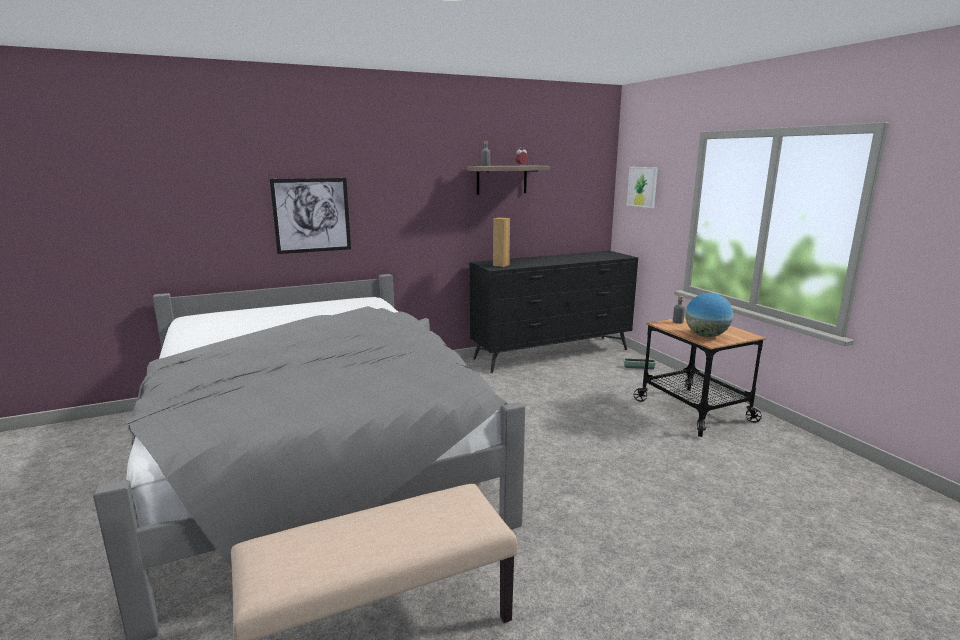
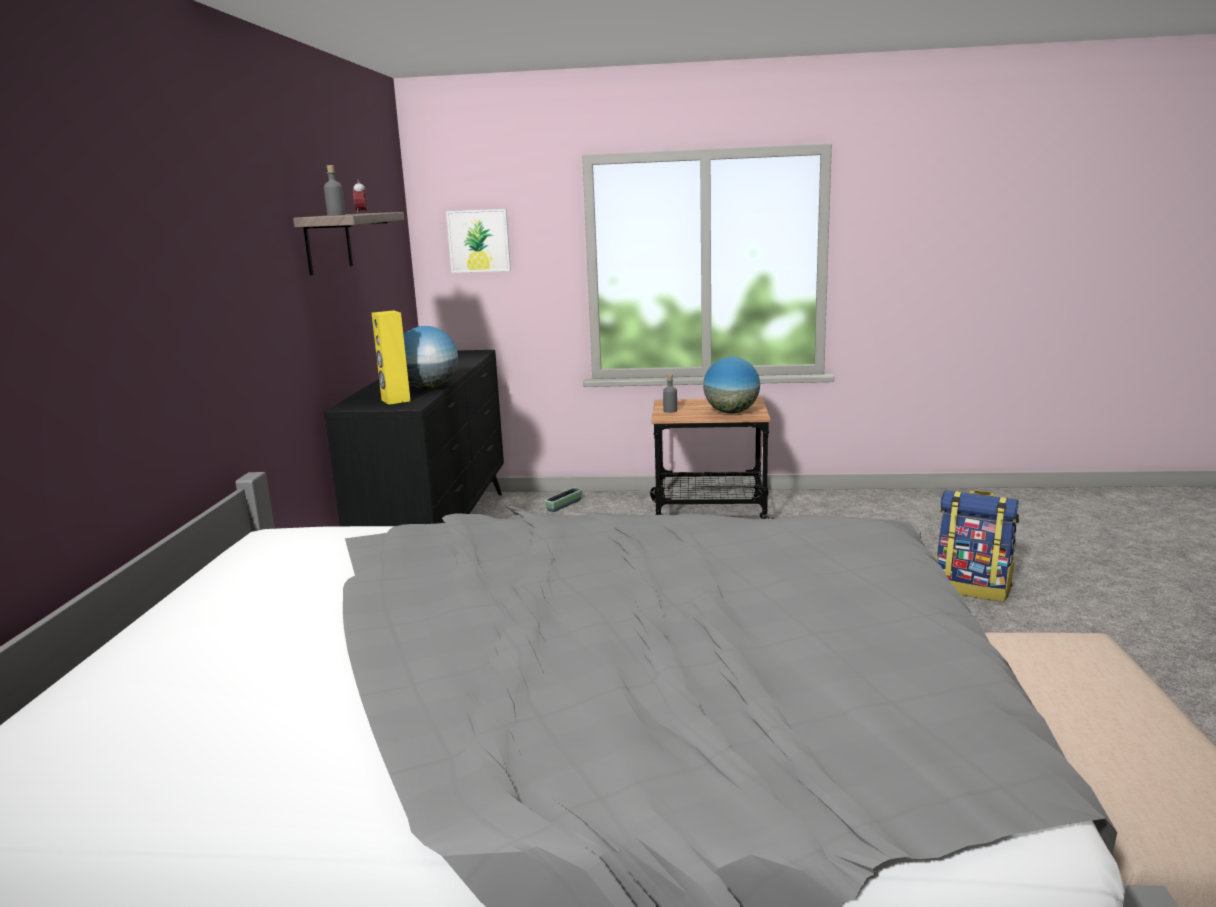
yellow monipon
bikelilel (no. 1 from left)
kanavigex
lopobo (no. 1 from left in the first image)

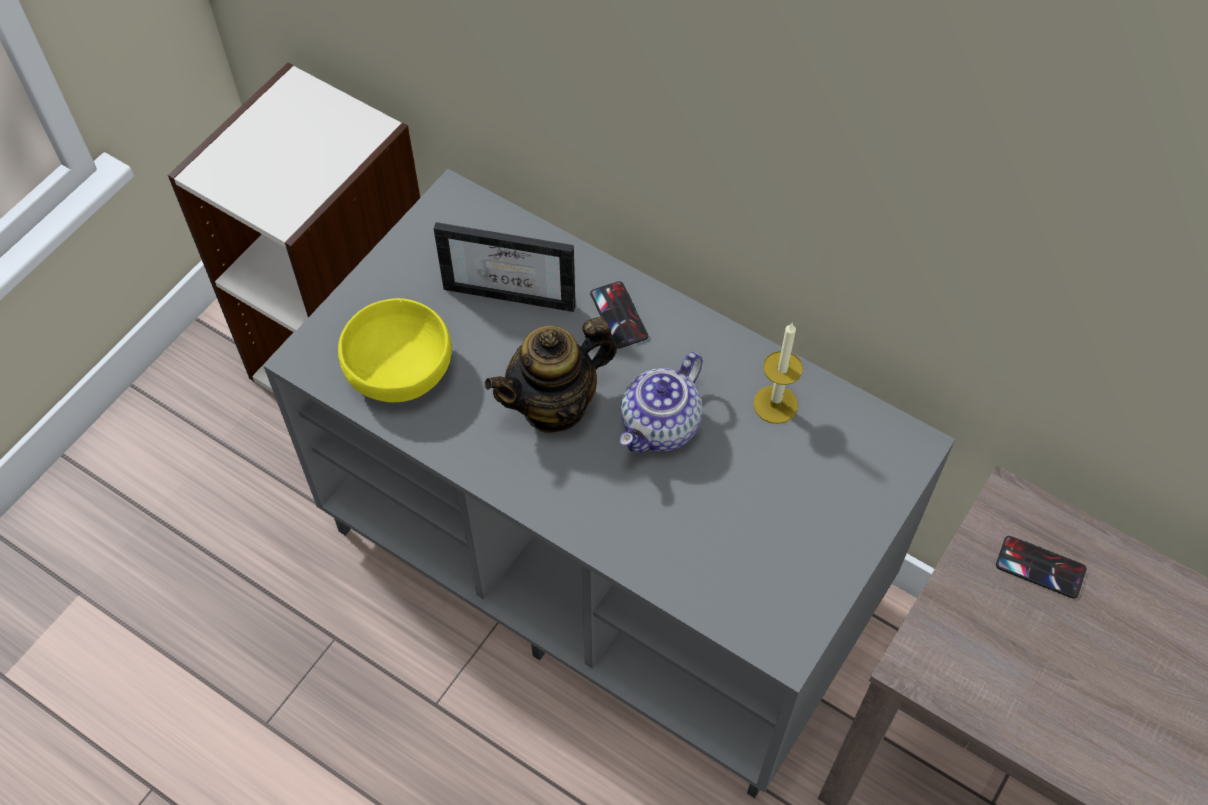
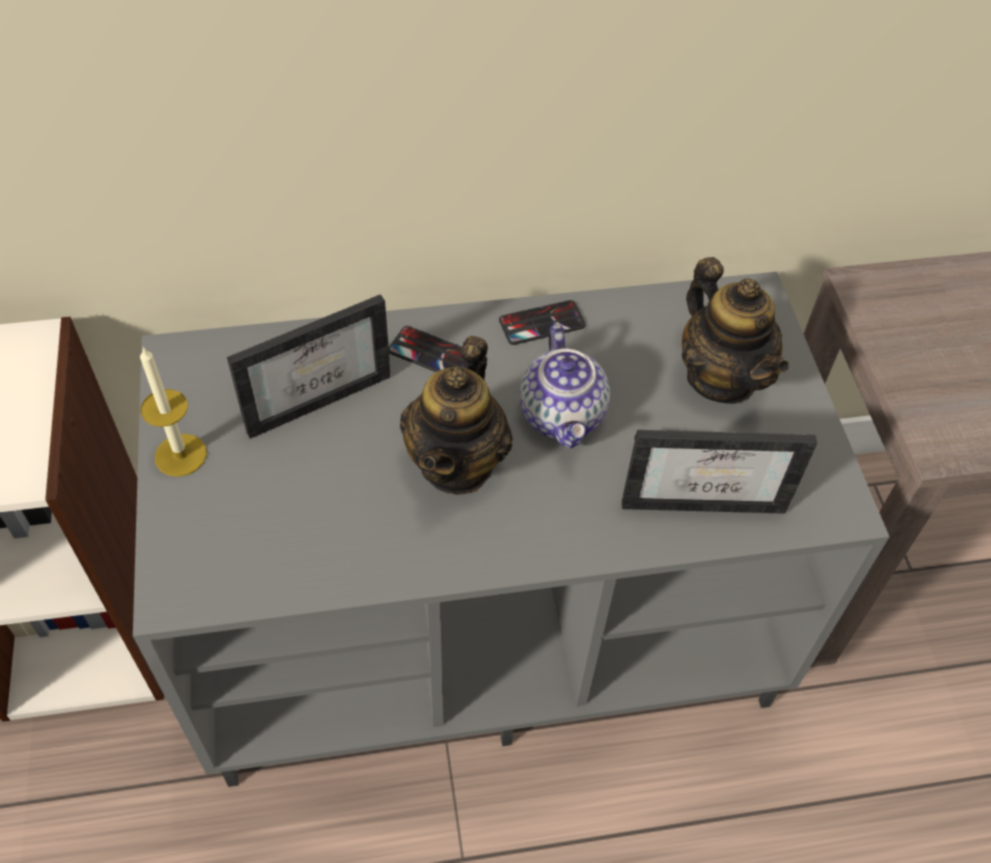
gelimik
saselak (no. 2 from left)
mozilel (no. 2 from left)
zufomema (no. 3 from left)
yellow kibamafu

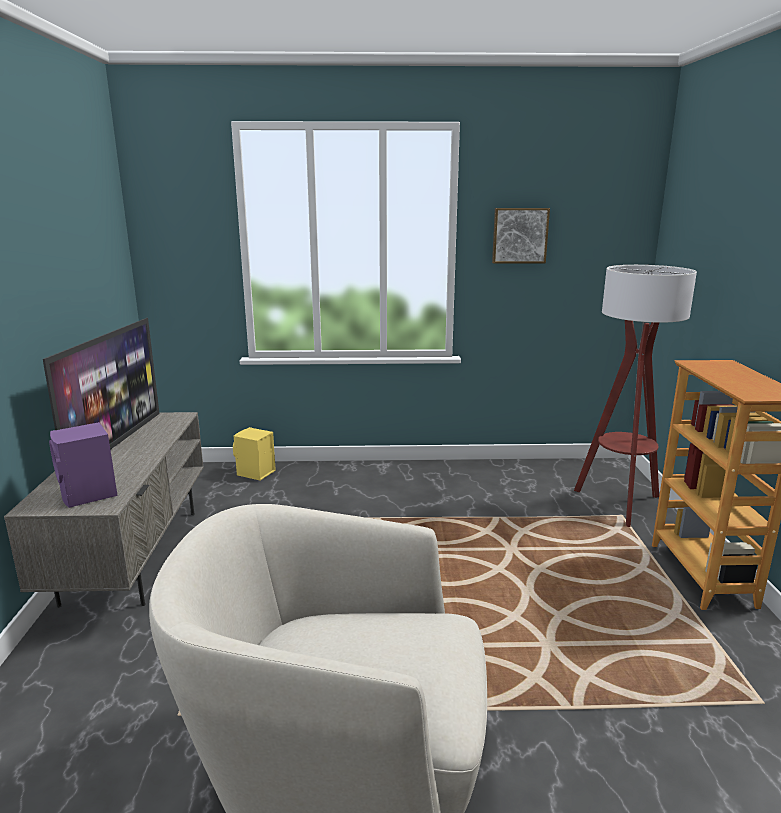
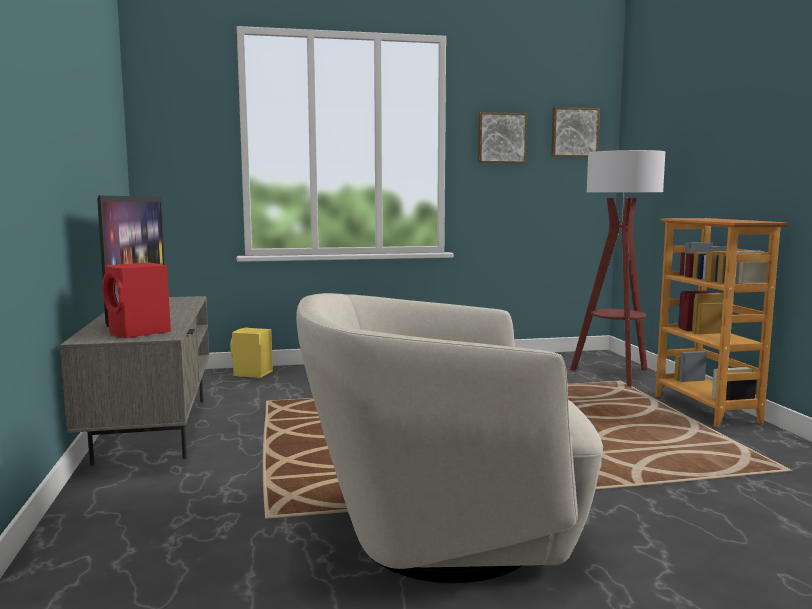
red monipon
lopobo (no. 2 from left)

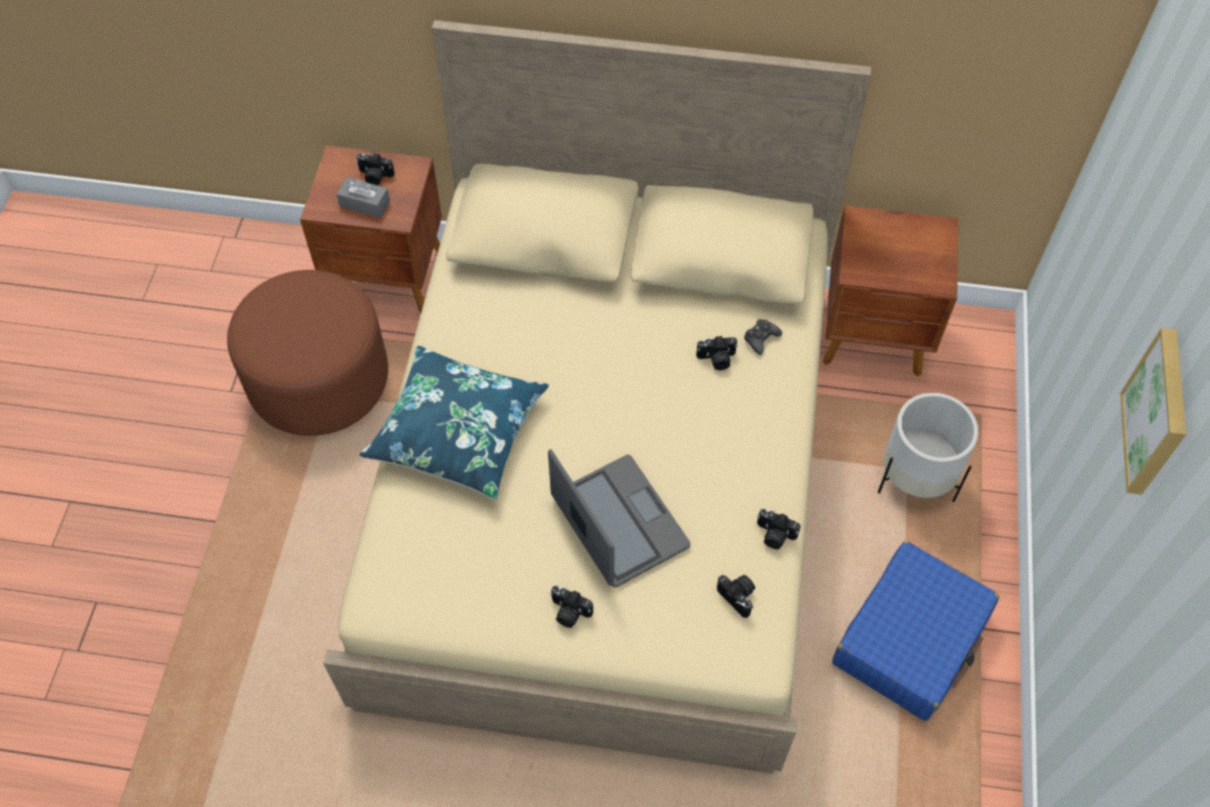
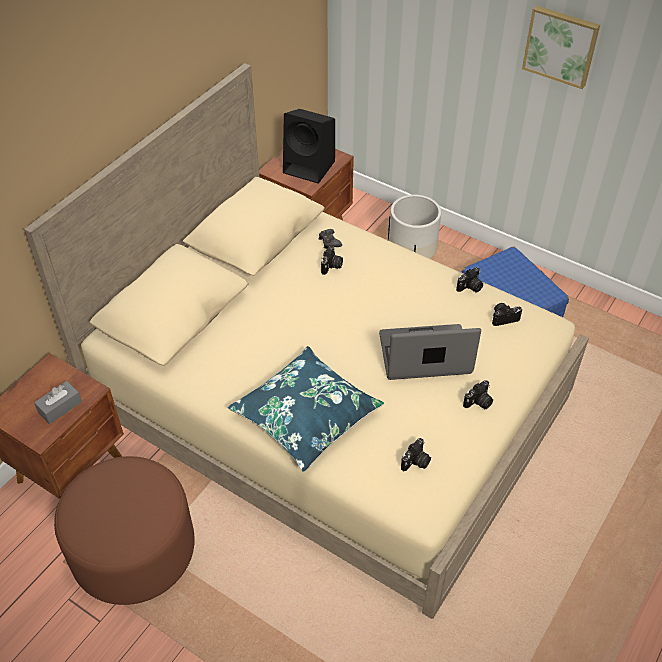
black monipon
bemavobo (no. 2 from left)

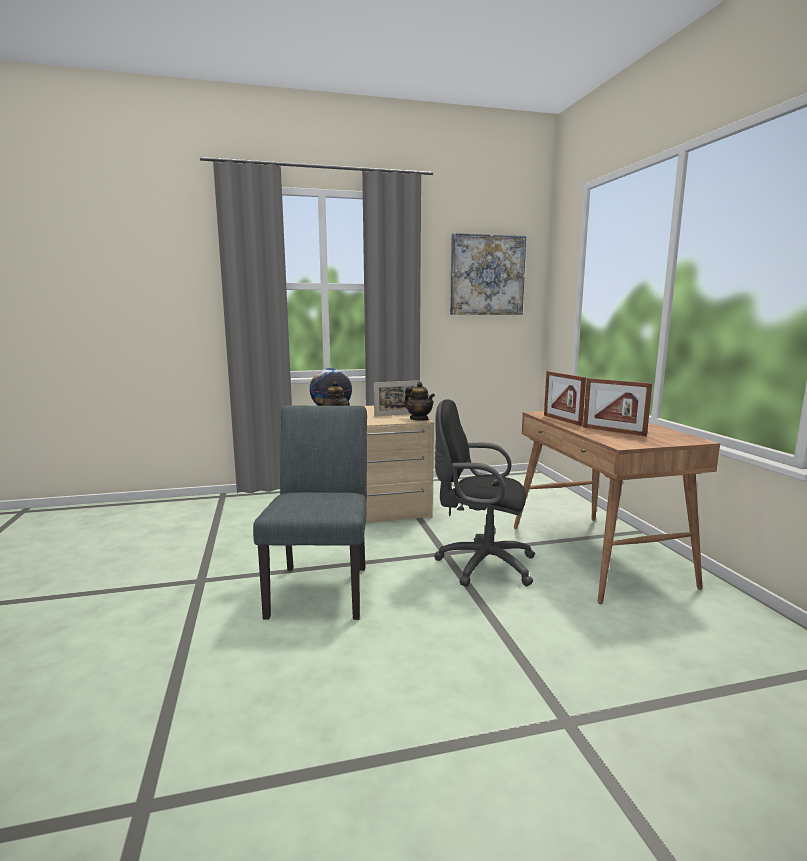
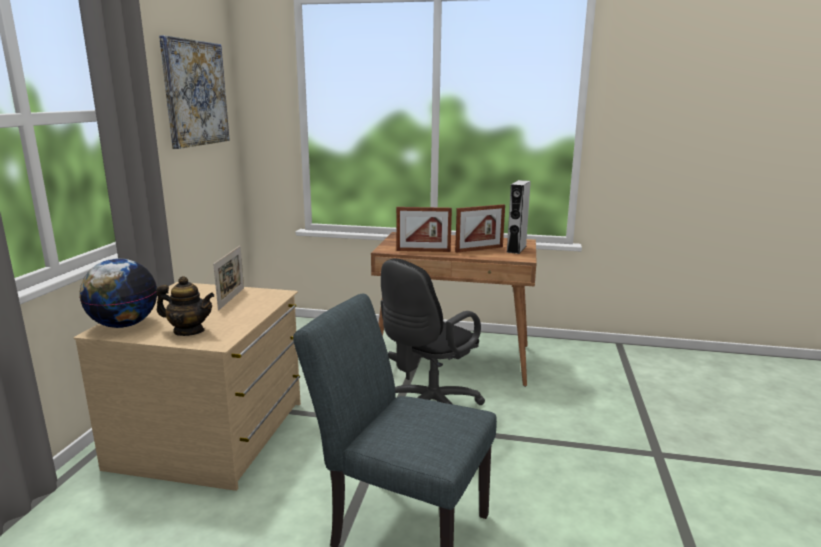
grey monipon
zufomema (no. 2 from left in the first image)

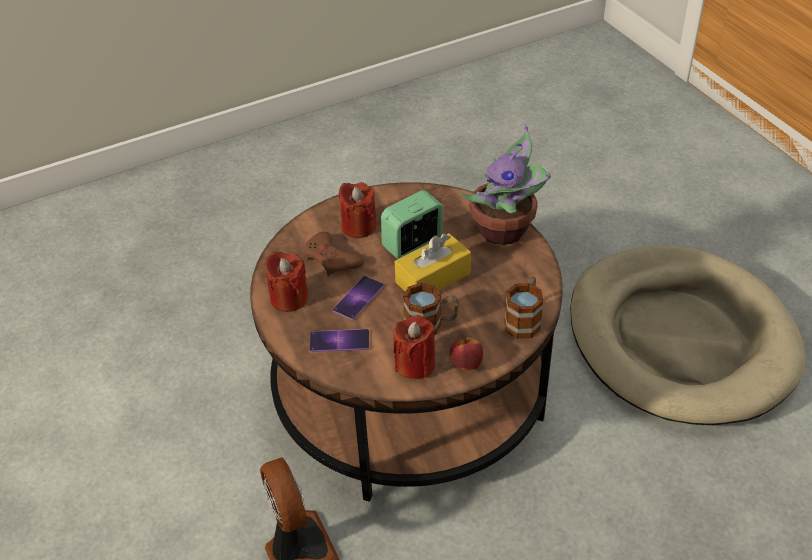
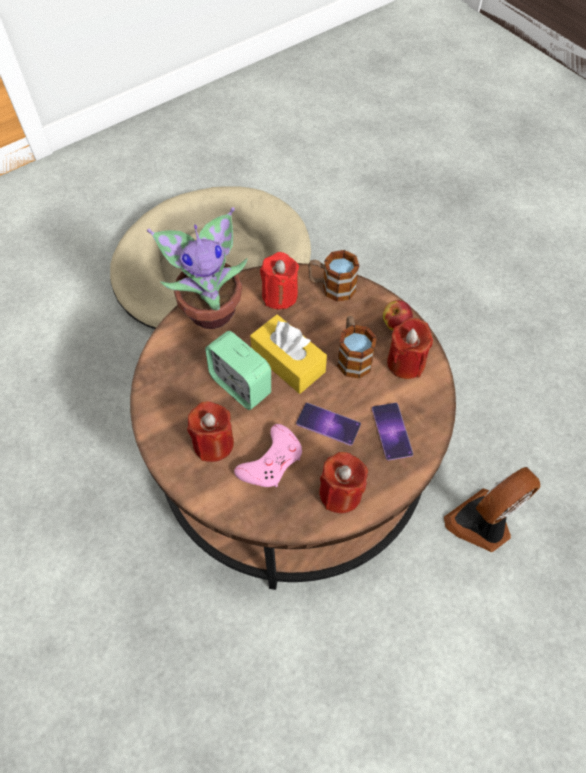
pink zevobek
red gelimik (no. 2 from left)

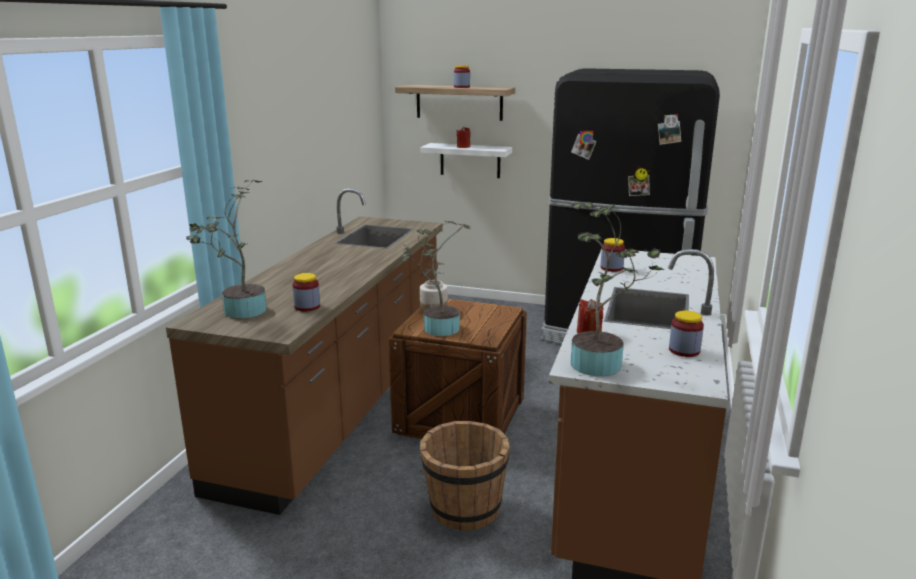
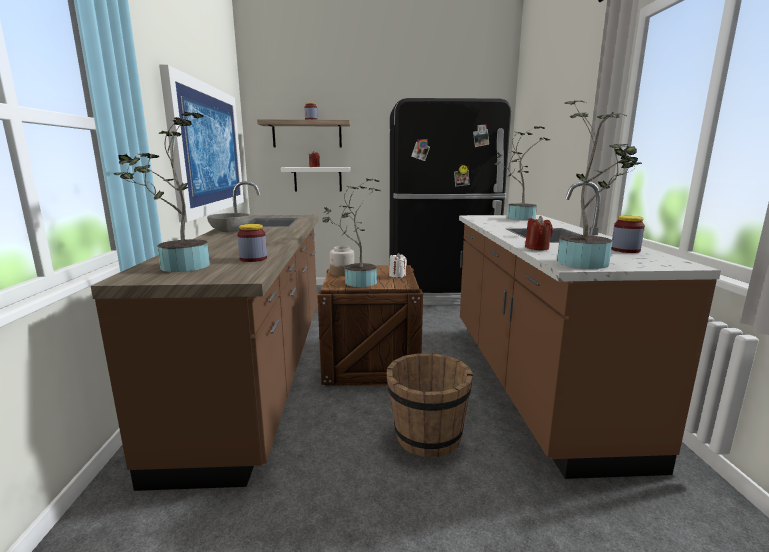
lopobo
grey kibamafu
white gelimik
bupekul (no. 3 from left)
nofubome (no. 4 from left in the first image)

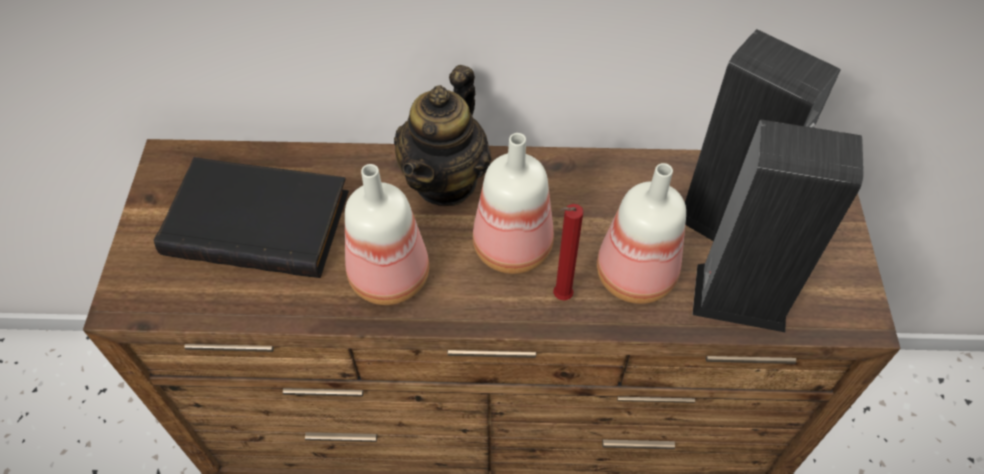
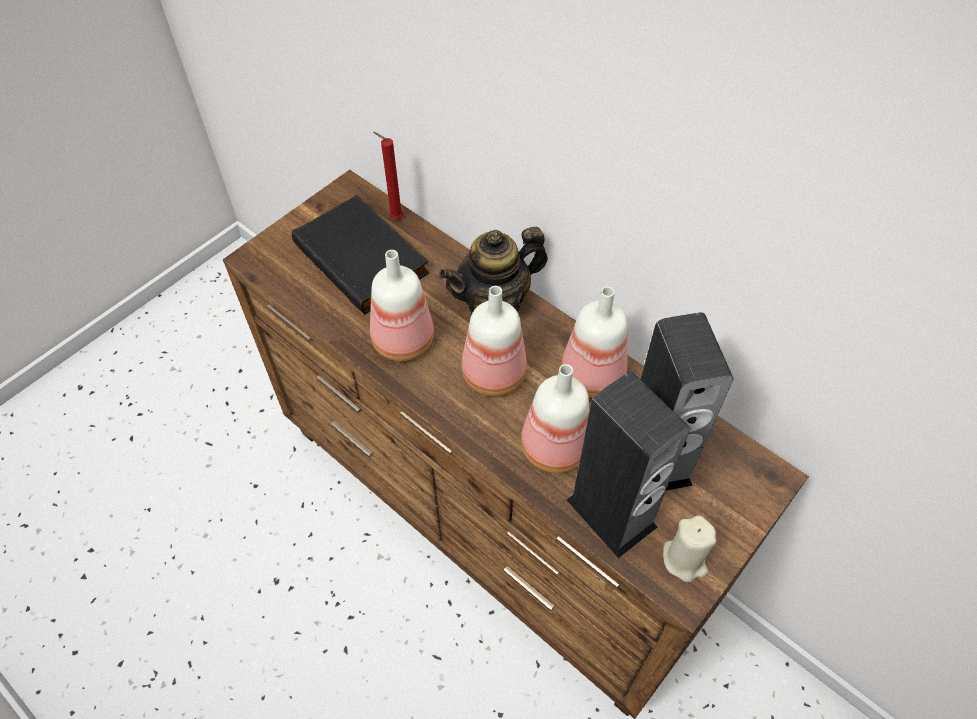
red gelimik
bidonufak (no. 4 from left)
beige gelimik

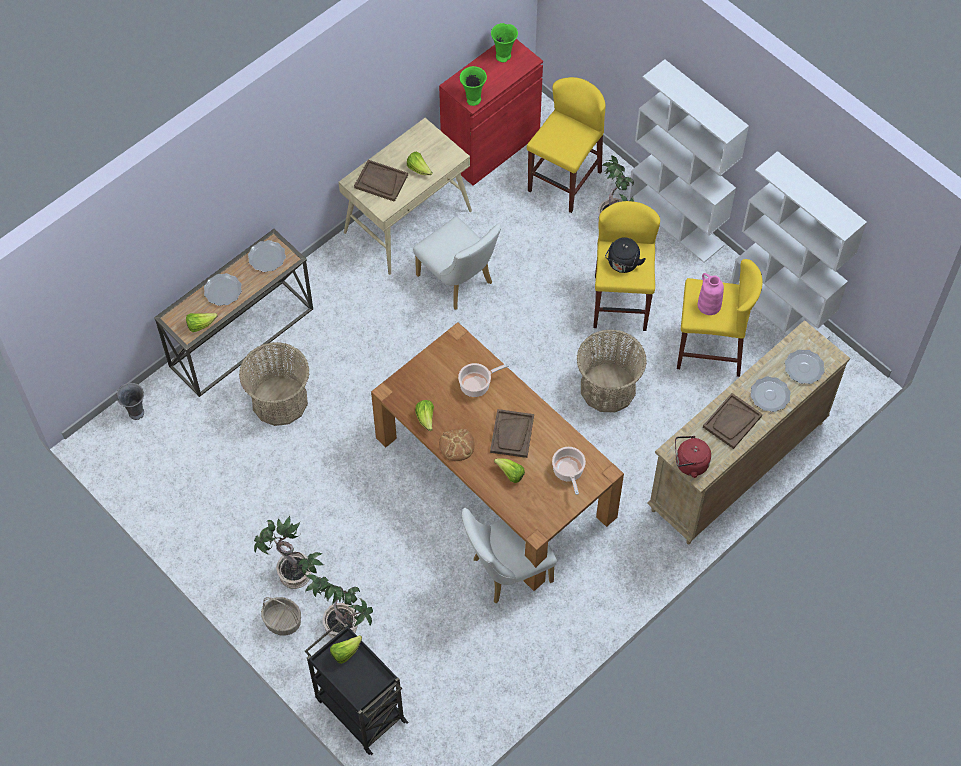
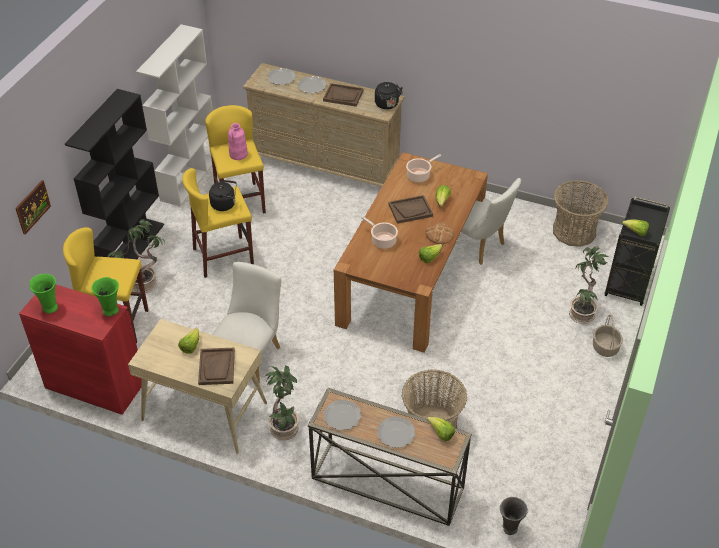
lopobo
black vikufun
bupekul (no. 2 from left)
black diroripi (no. 2 from left)
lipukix (no. 2 from left)

